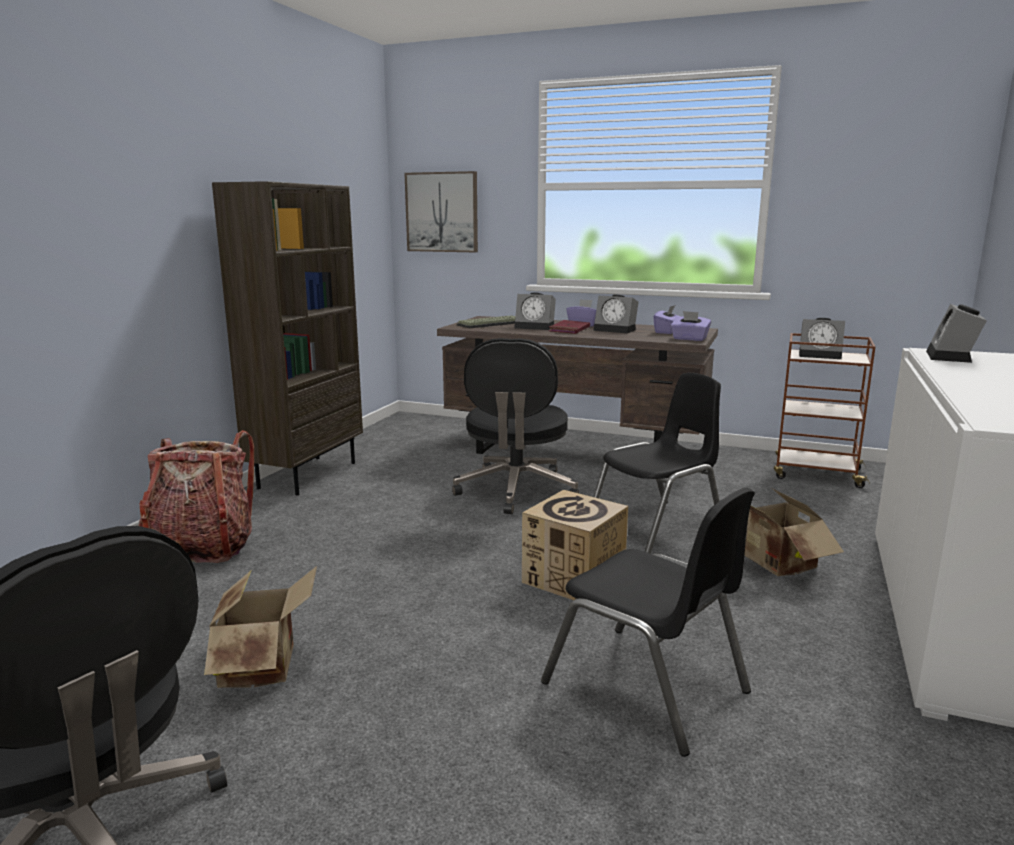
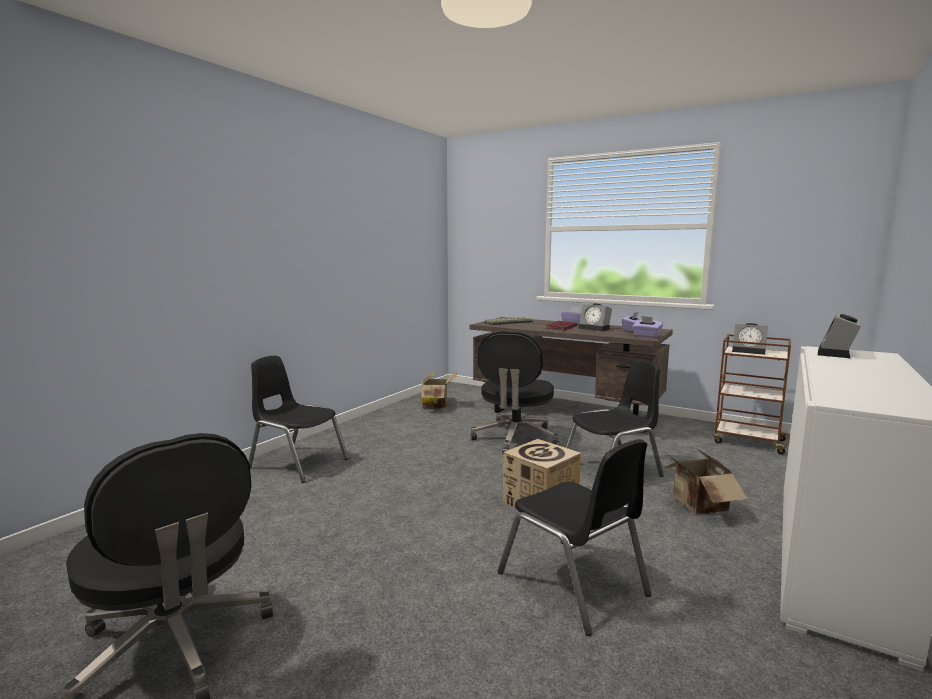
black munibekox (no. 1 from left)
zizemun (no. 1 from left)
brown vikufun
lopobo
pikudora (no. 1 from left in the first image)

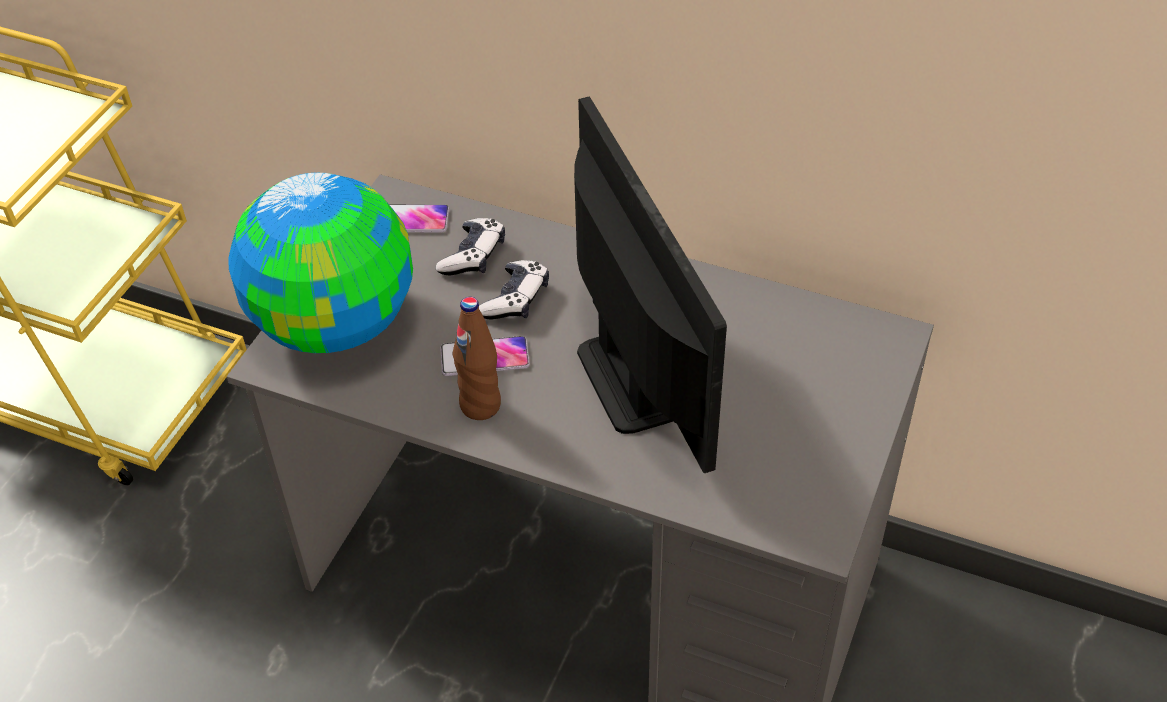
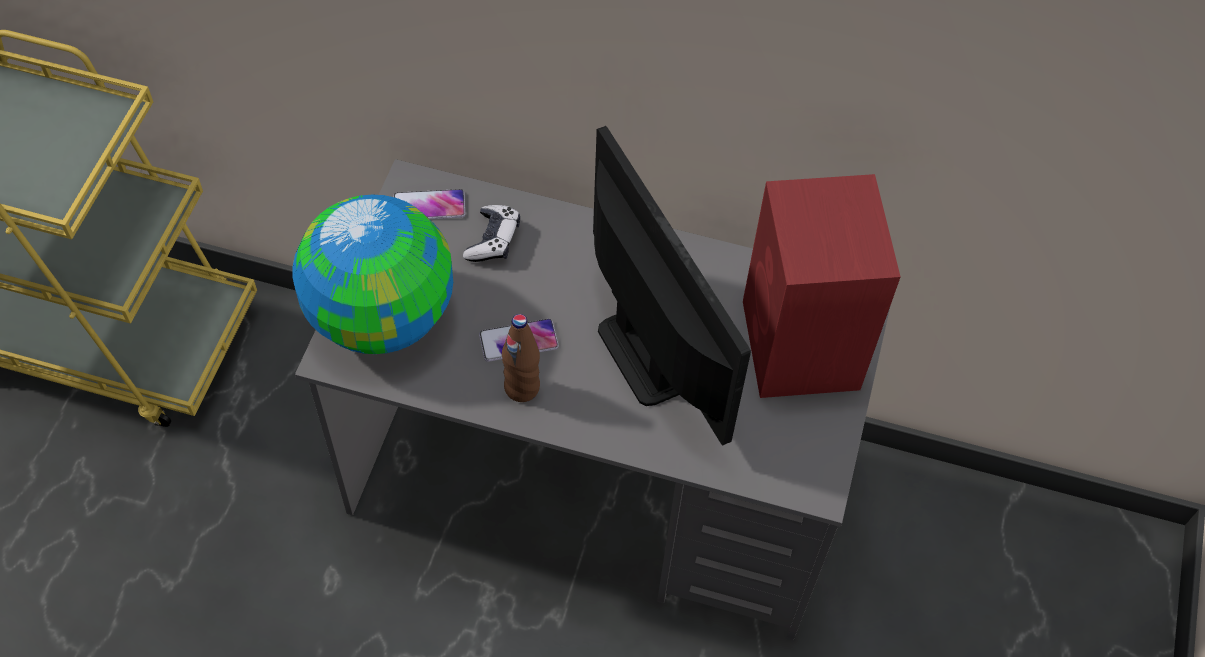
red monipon
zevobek (no. 2 from left in the first image)

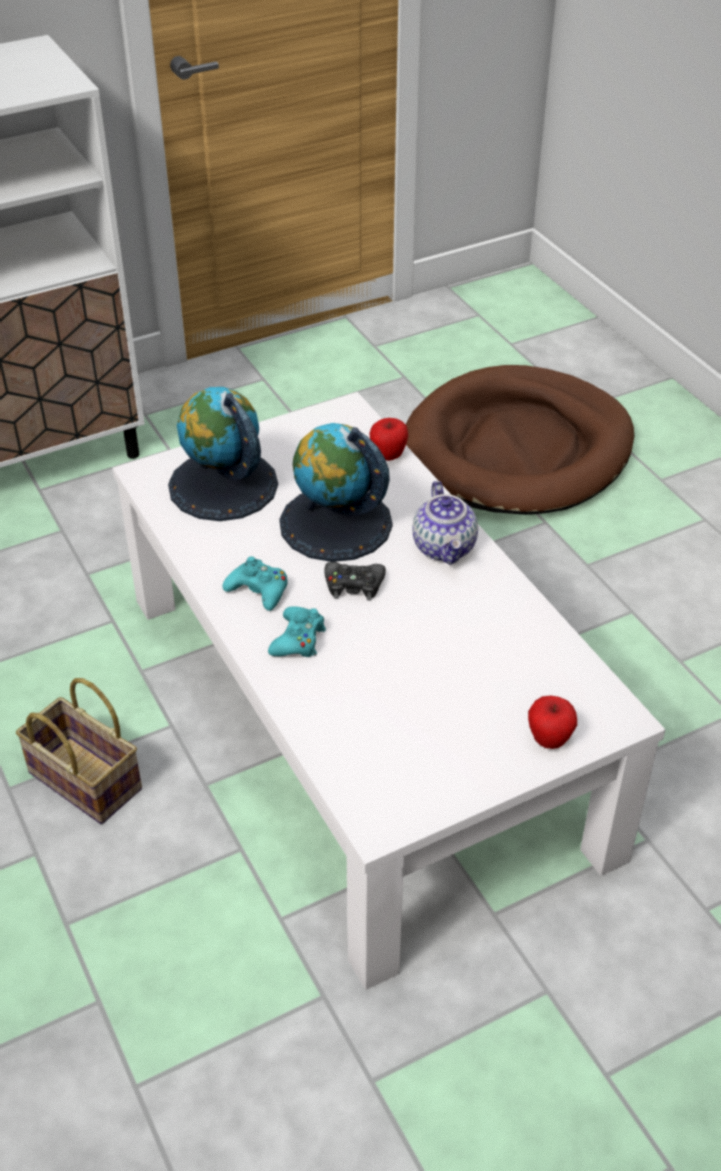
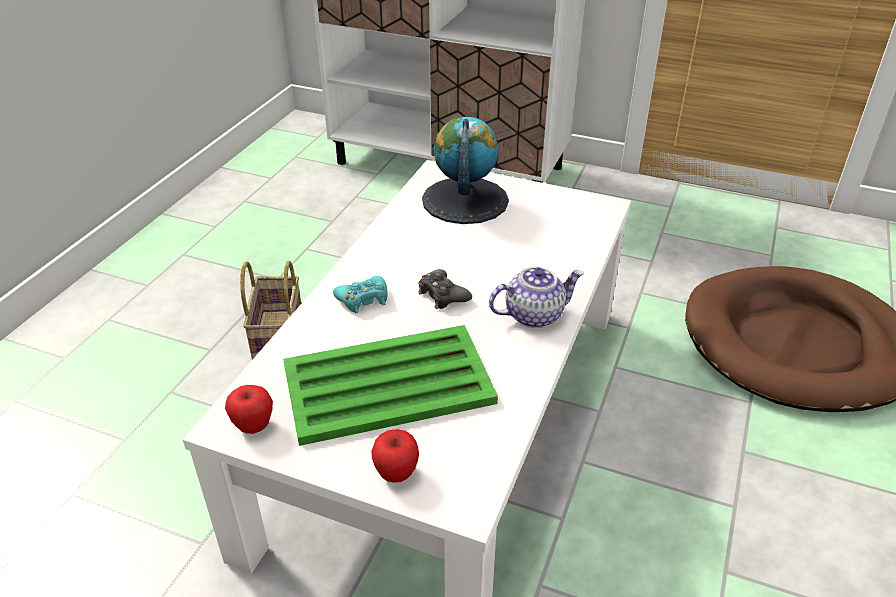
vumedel (no. 1 from left)
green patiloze
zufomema
turquoise zevobek (no. 1 from left in the first image)
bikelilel (no. 2 from left in the first image)

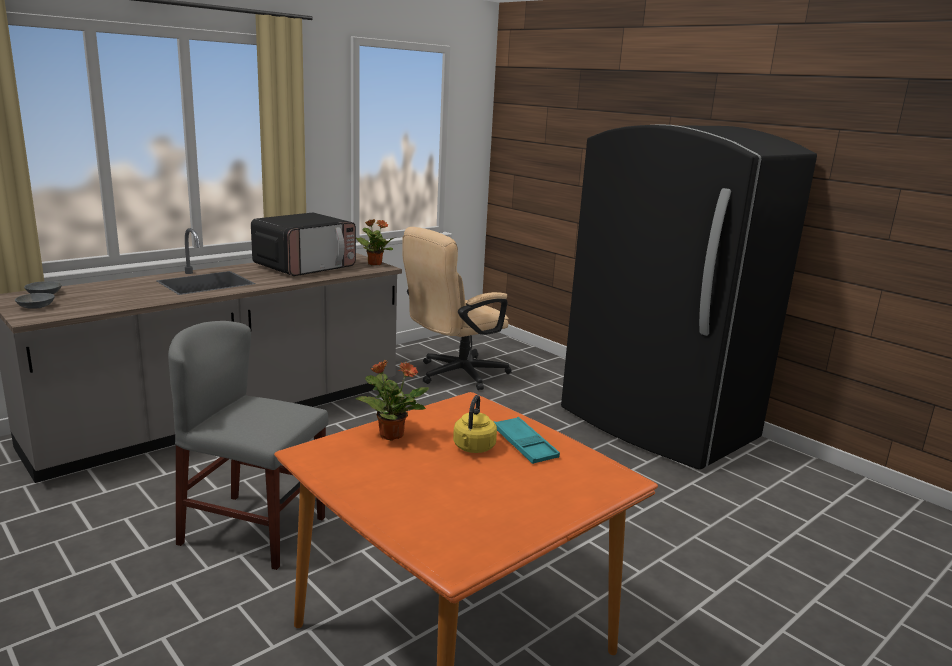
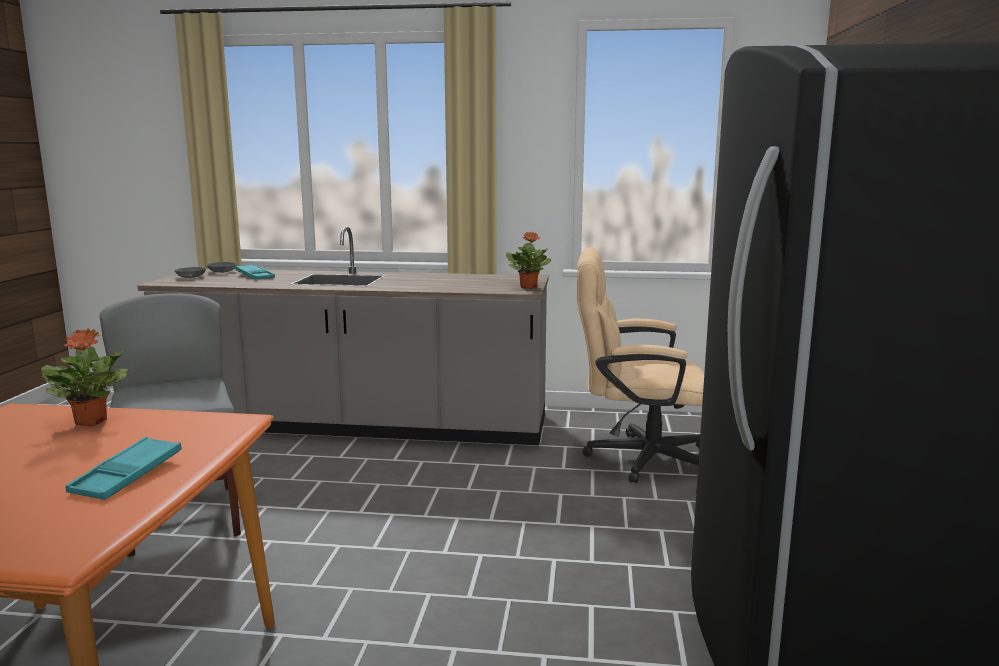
turquoise patiloze (no. 2 from left)
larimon
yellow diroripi

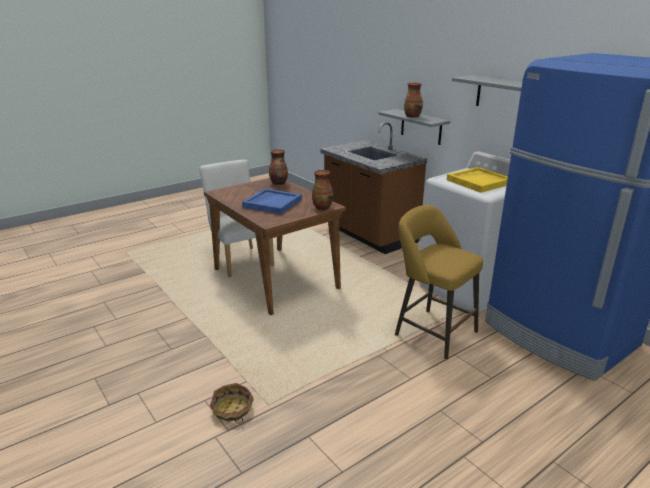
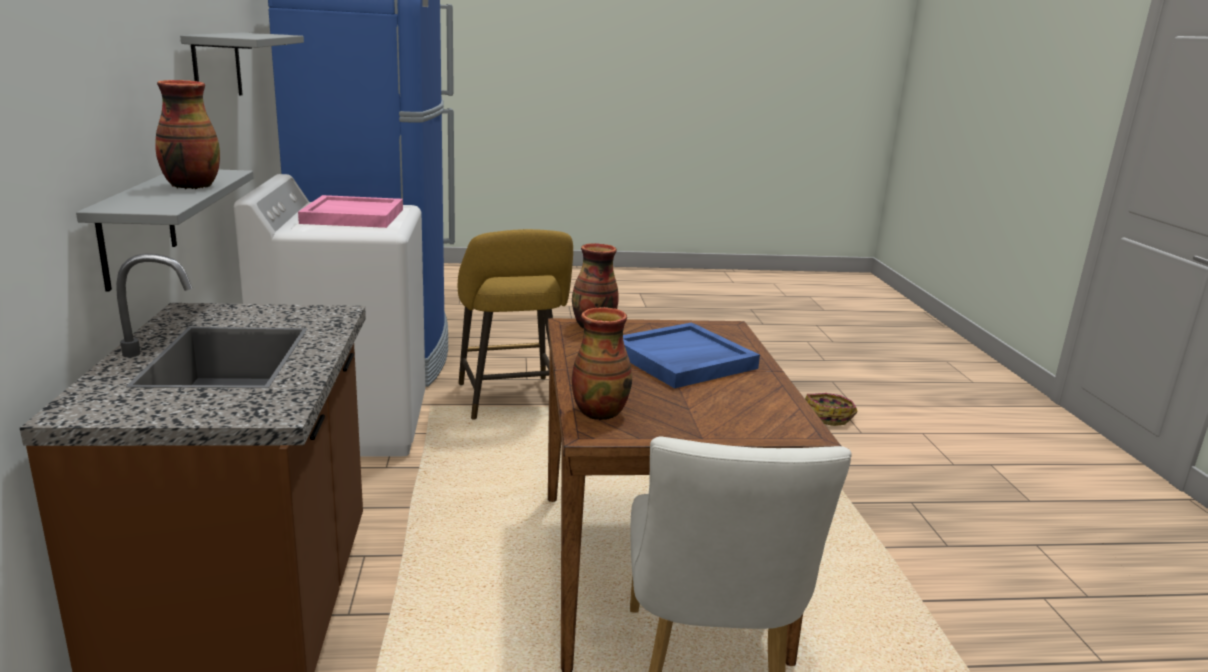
pink patiloze

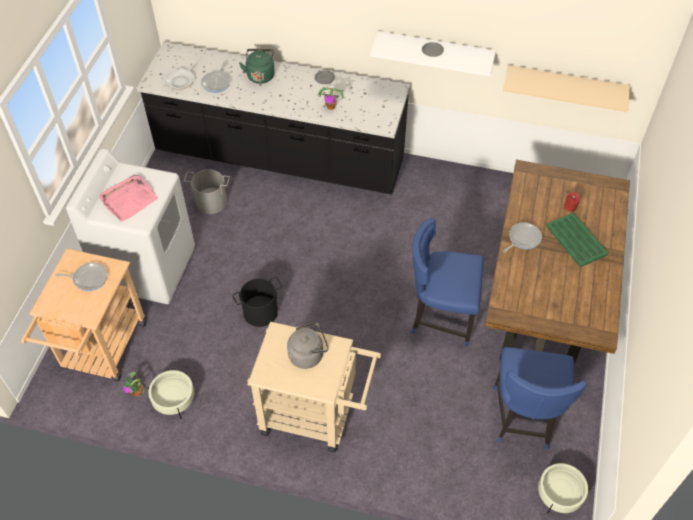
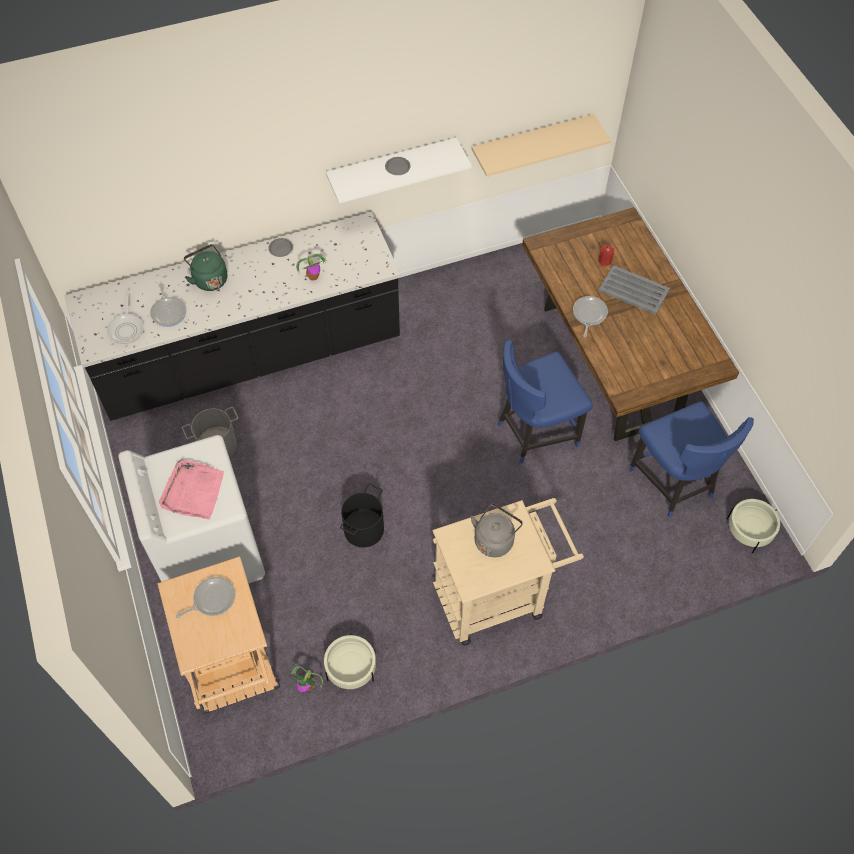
grey patiloze

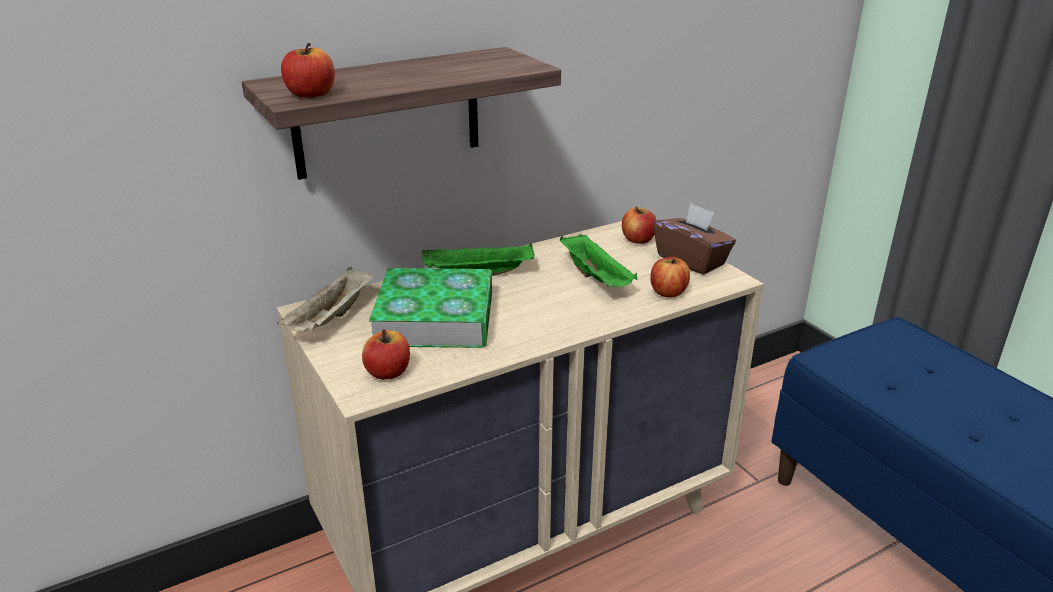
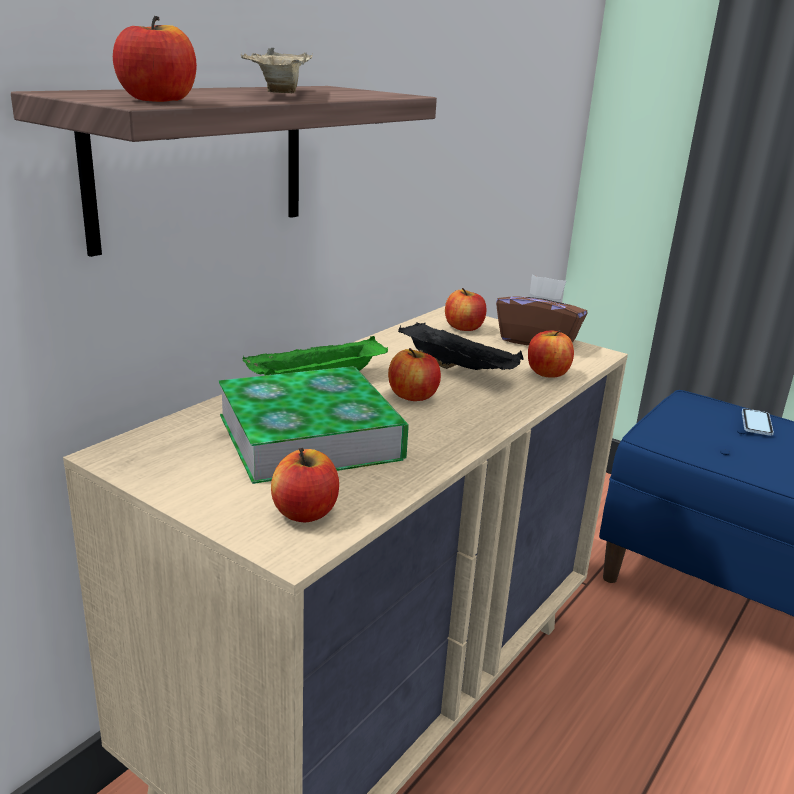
beige patiloze
vumedel (no. 3 from left)
black patiloze
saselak

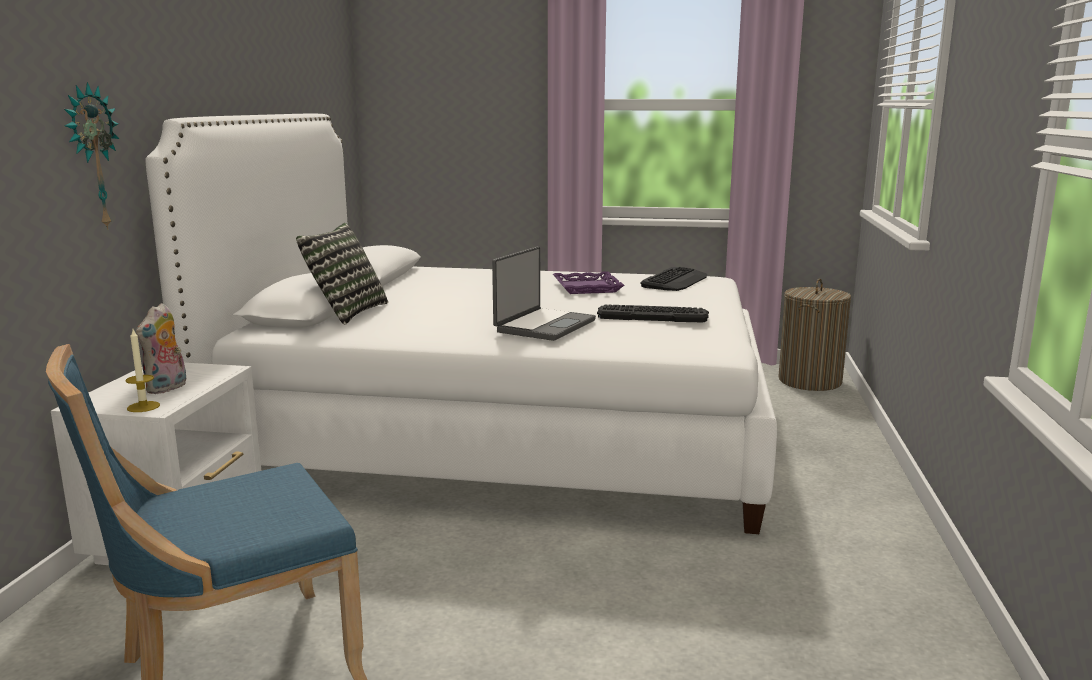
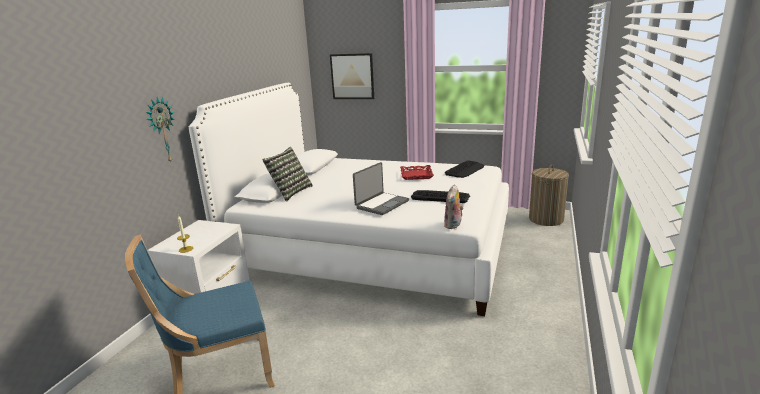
lopobo
red patiloze
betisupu

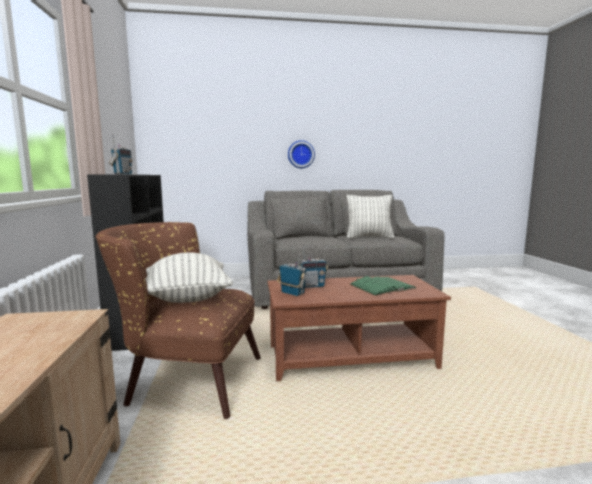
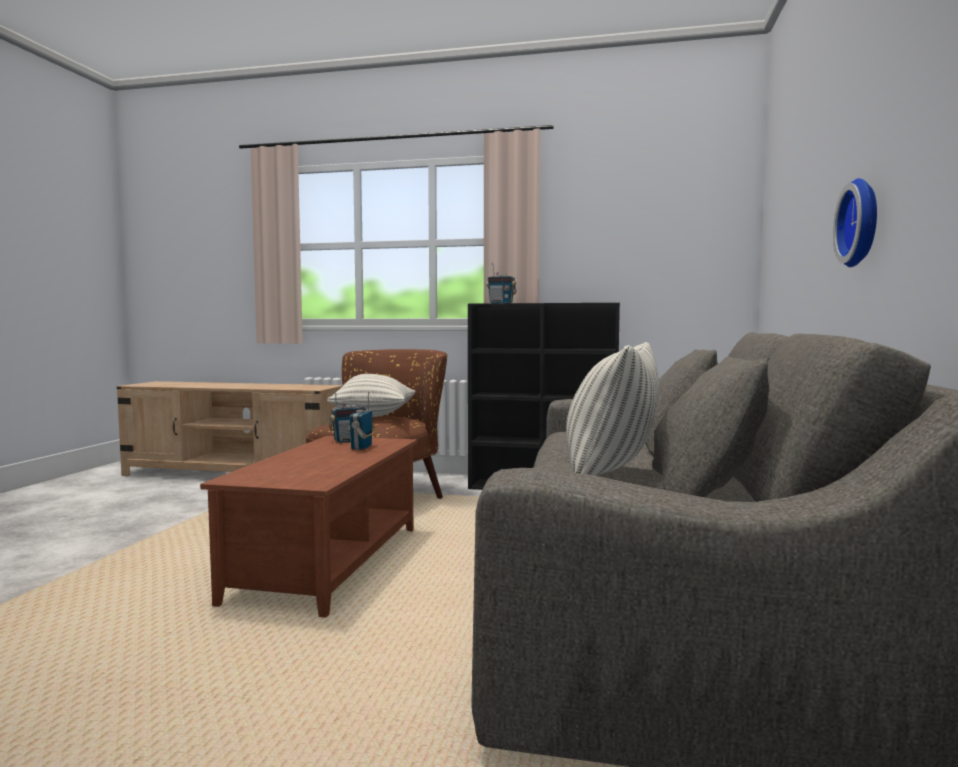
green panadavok

